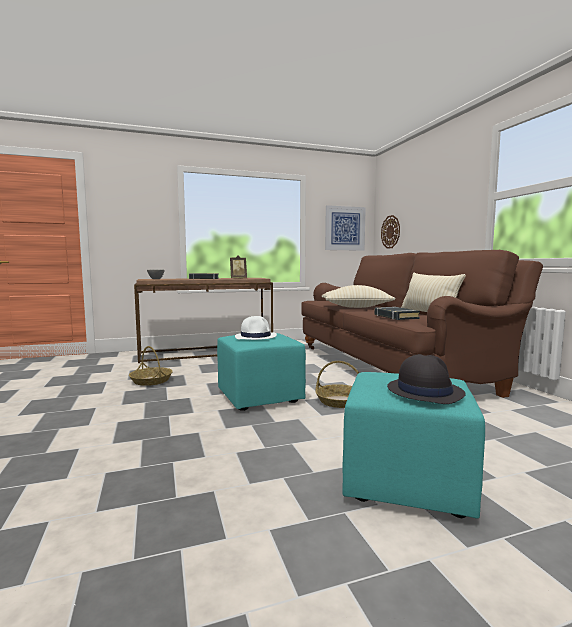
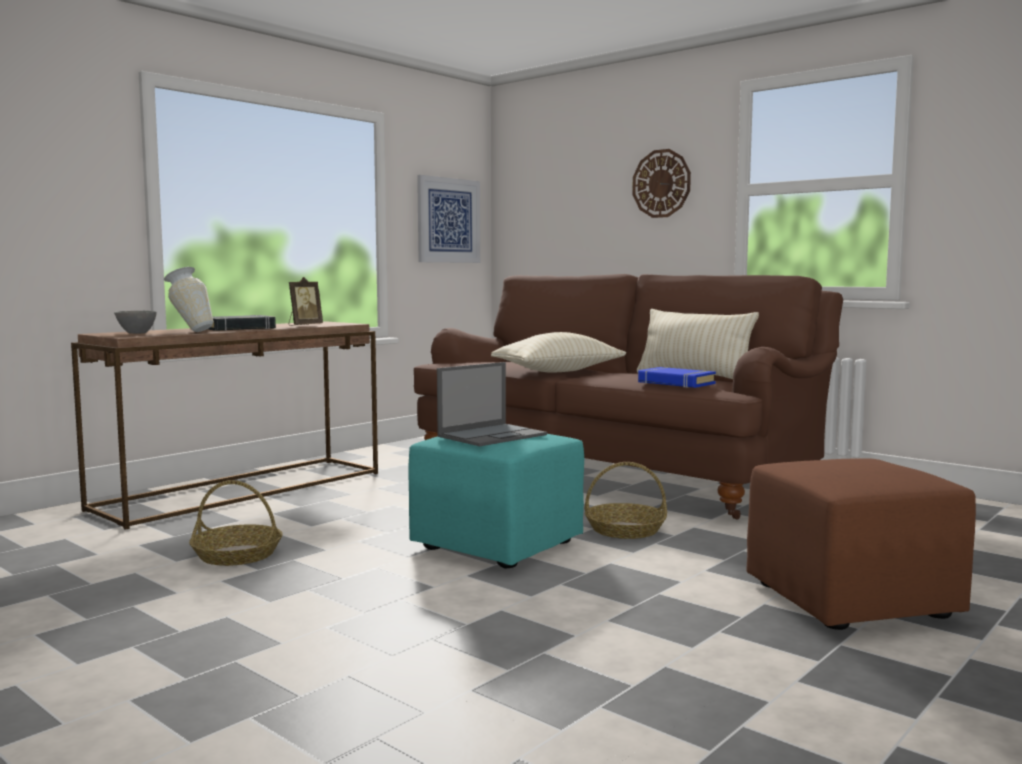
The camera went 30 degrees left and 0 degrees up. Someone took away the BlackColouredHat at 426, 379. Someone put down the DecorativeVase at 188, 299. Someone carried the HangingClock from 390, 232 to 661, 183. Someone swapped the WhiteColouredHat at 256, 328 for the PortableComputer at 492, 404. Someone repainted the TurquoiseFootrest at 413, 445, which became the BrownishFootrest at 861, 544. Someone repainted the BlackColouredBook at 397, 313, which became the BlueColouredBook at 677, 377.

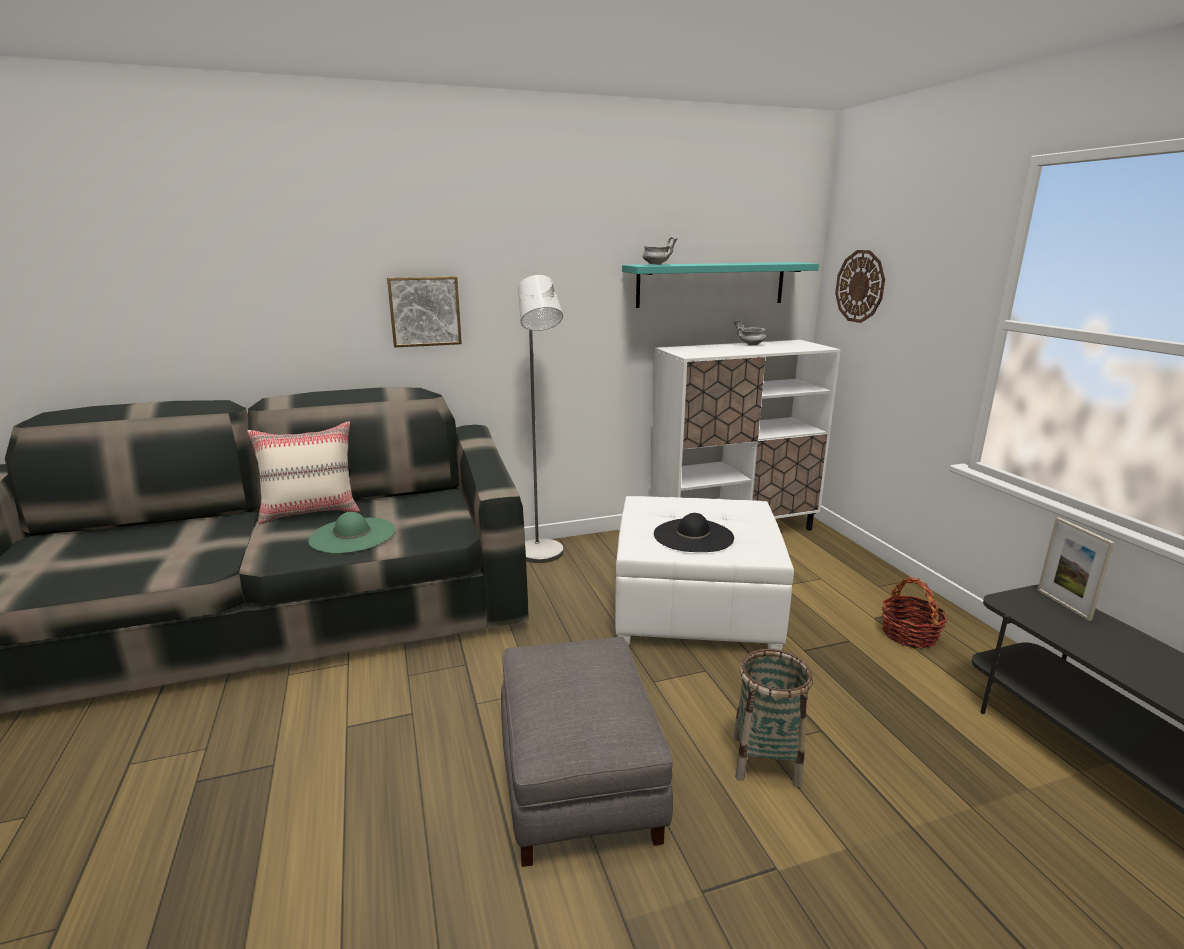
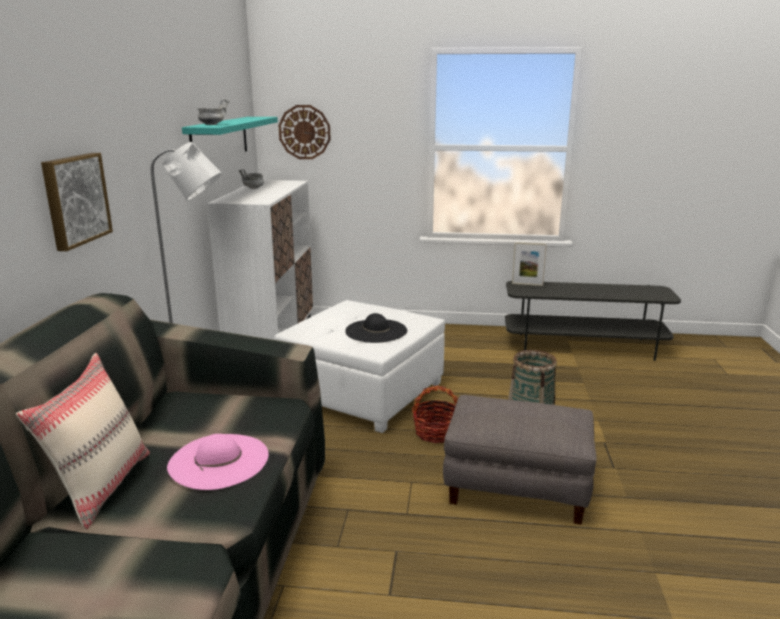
The camera went 65 degrees left and 0 degrees up. Someone carried the StorageBasket from 914, 613 to 435, 414. Someone repainted the GreenishHat at 352, 532, which became the PinkColouredHat at 218, 462.

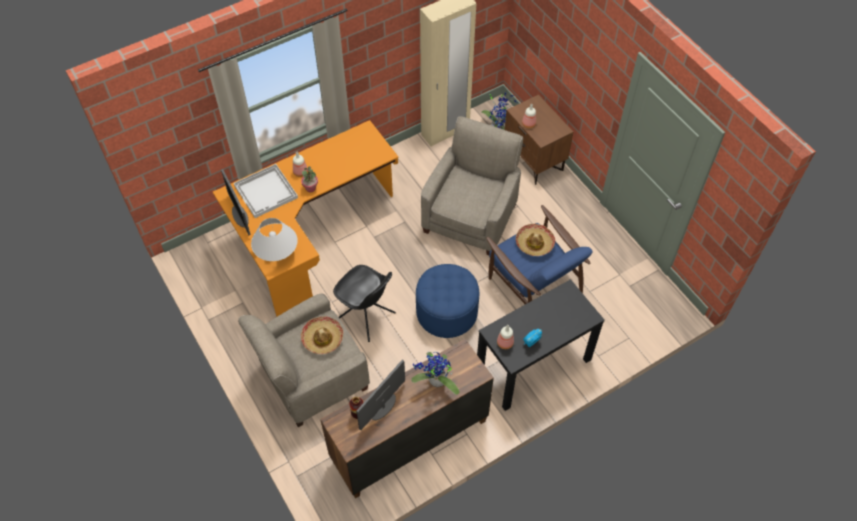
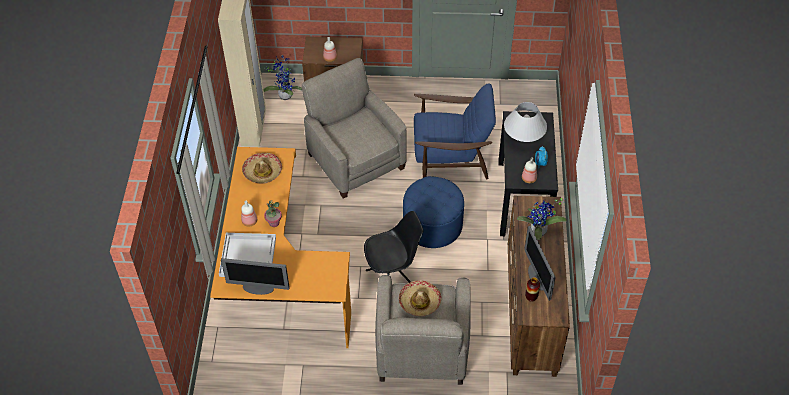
The camera went 55 degrees left and 5 degrees down. Someone carried the WhiteColouredLampForATable from 274, 239 to 525, 122. Someone carried the Hat from 535, 240 to 262, 168.

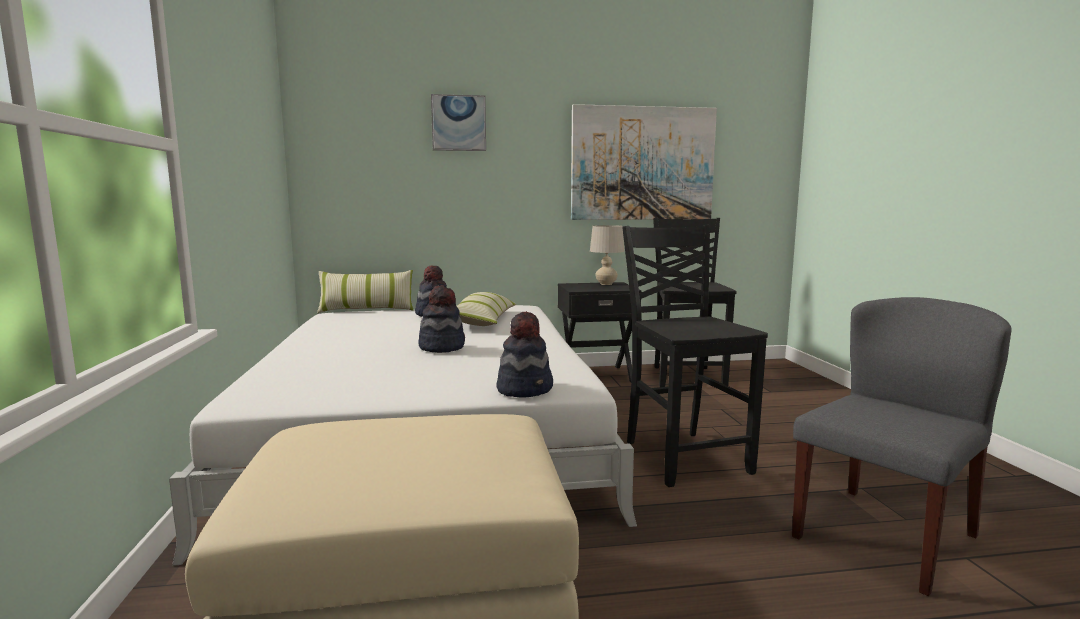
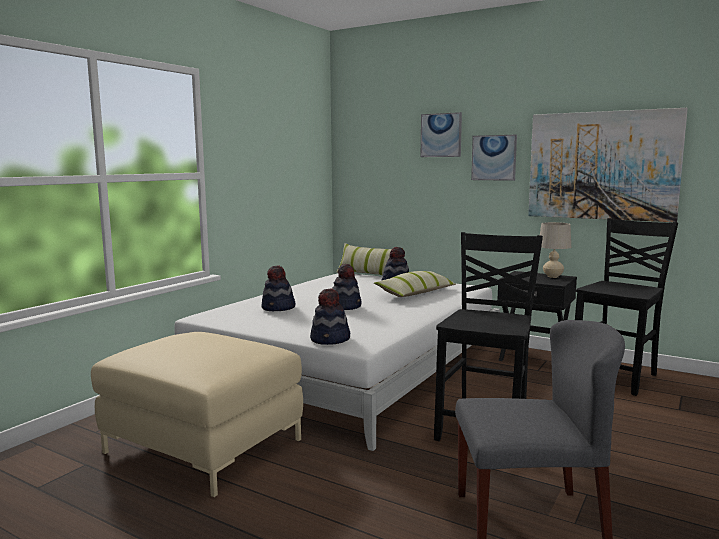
The camera went 40 degrees right and 0 degrees up. Someone put down the Hat at 278, 288. Someone put up the WallPicture at 494, 158.

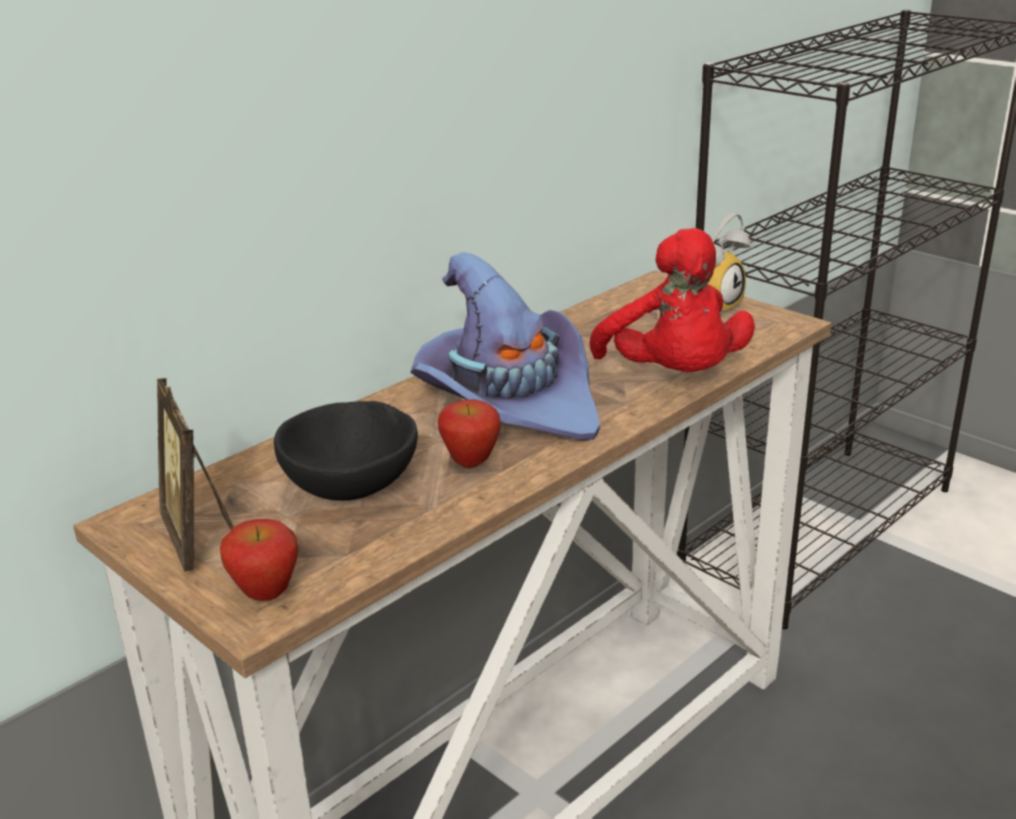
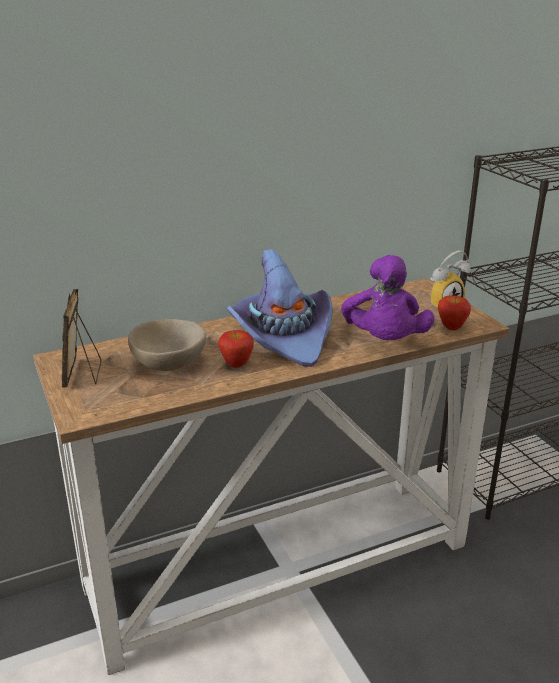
The camera went 20 degrees right and 0 degrees up. Someone carried the AppleFruit from 259, 560 to 454, 312. Someone repainted the BlackColouredDeepDish at 346, 451, which became the BeigeDeepDish at 167, 345. Someone repainted the ReddishCuddlyToy at 672, 300, which became the PurplishCuddlyToy at 388, 297.

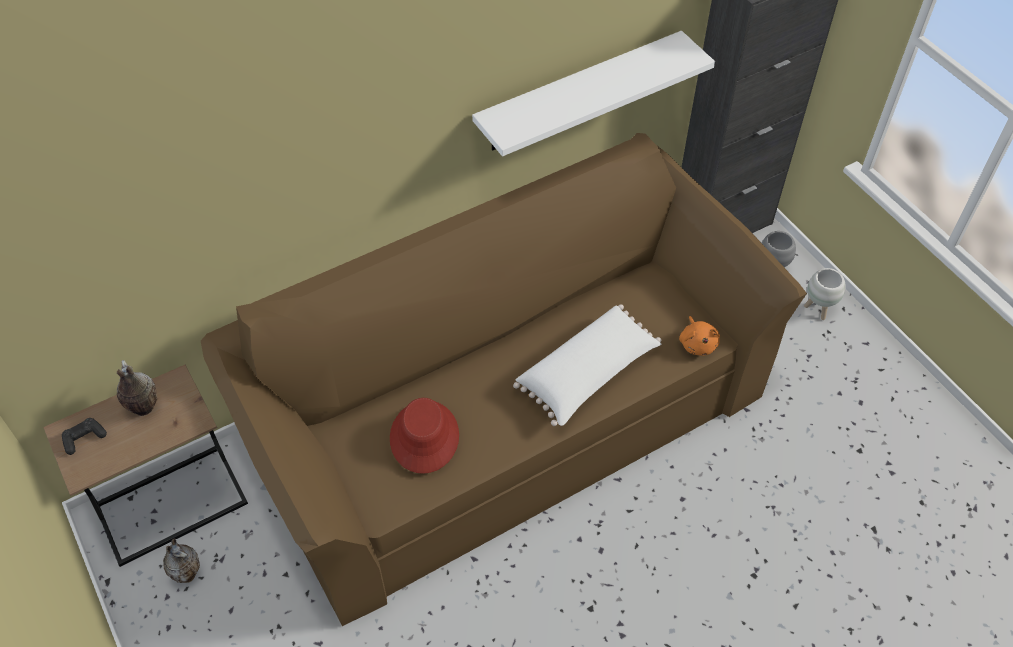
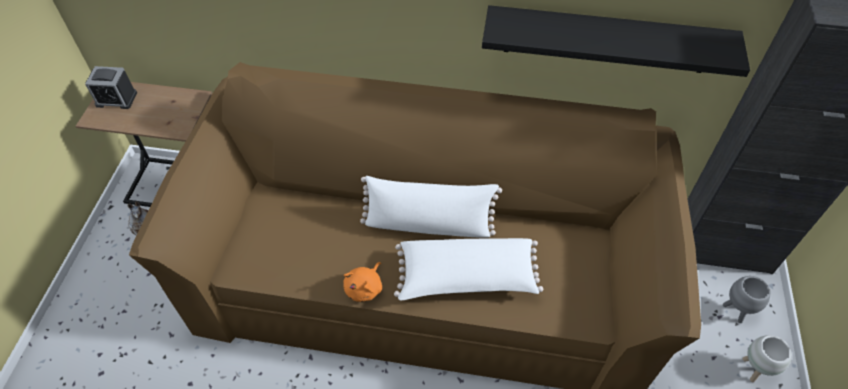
The camera went 40 degrees right and 0 degrees up. Someone took away the DecorativeVase at 137, 388. Someone took away the ReddishHat at 424, 436. Someone put down the WhiteColouredCushion at 431, 207. Someone carried the OrangeyCuddlyToy from 699, 335 to 362, 282. Someone swapped the BlackColouredGameController at 84, 436 for the TableClock at 111, 87. Someone repainted the WhiteColouredShelf at 593, 93, which became the BlackColouredShelf at 616, 41.

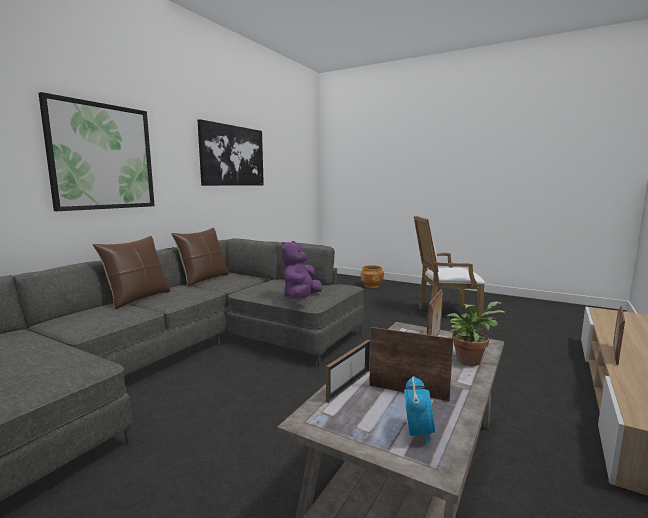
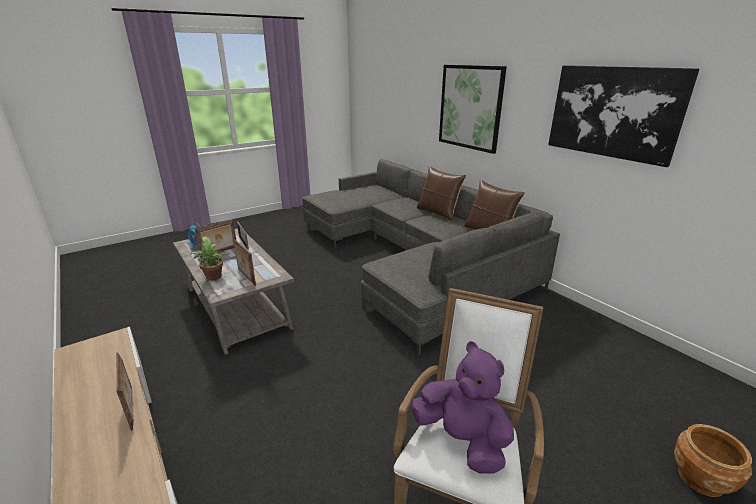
The camera went 115 degrees right and 15 degrees up. Someone carried the PurplishCuddlyToy from 301, 270 to 462, 407.

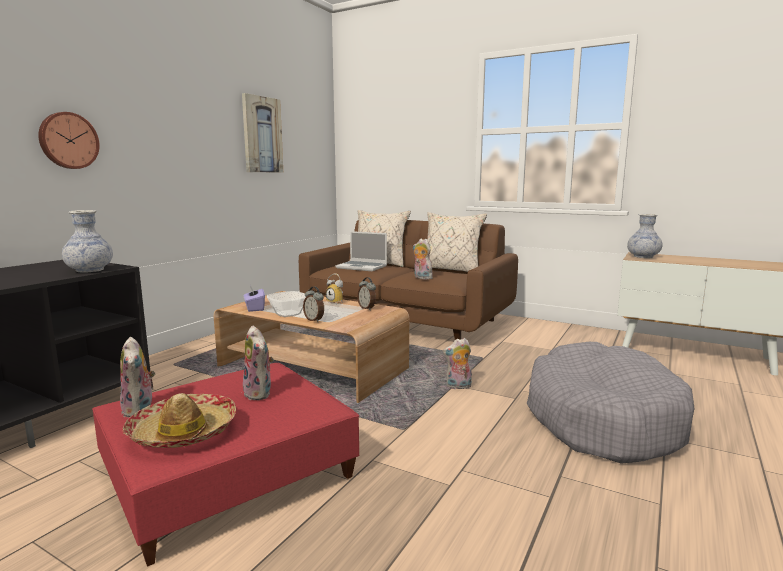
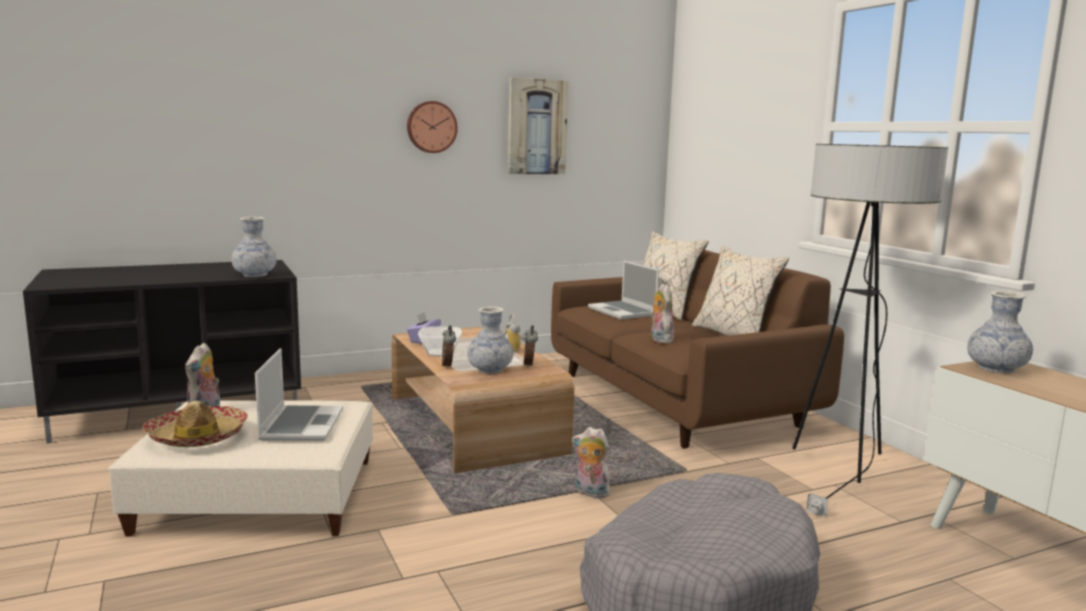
The camera went 35 degrees right and 0 degrees up. Someone put down the DecorativeVase at 490, 340. Someone put down the StandingLamp at 870, 330. Someone carried the HangingClock from 69, 140 to 432, 127. Someone swapped the CuddlyToy at 258, 362 for the PortableComputer at 299, 394. Someone repainted the ReddishFootrest at 225, 465, which became the BeigeFootrest at 241, 468.

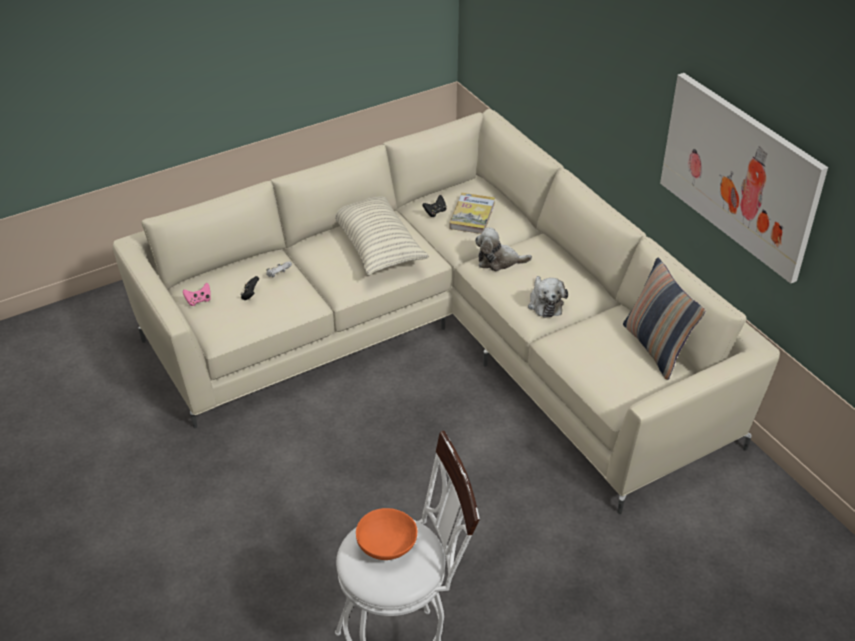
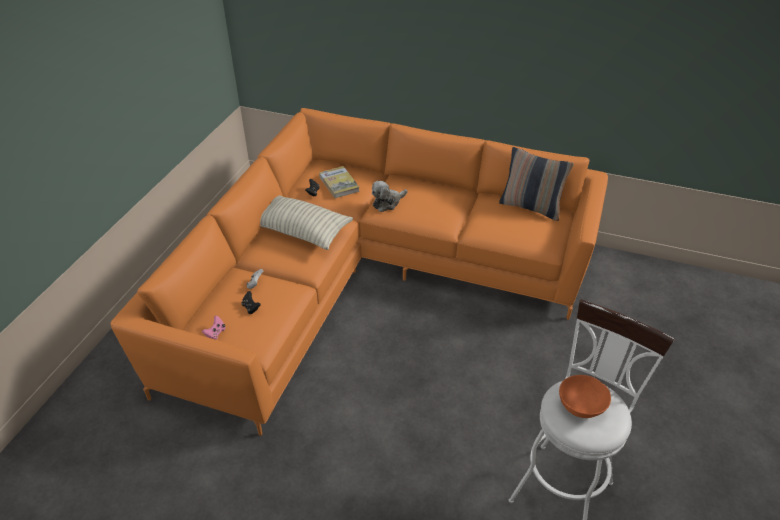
The camera went 40 degrees left and 0 degrees up. Someone took away the CuddlyToy at 548, 297. Someone took away the WallPicture at 744, 178. Someone repainted the BeigeCouch at 446, 311, which became the OrangeyCouch at 359, 272.

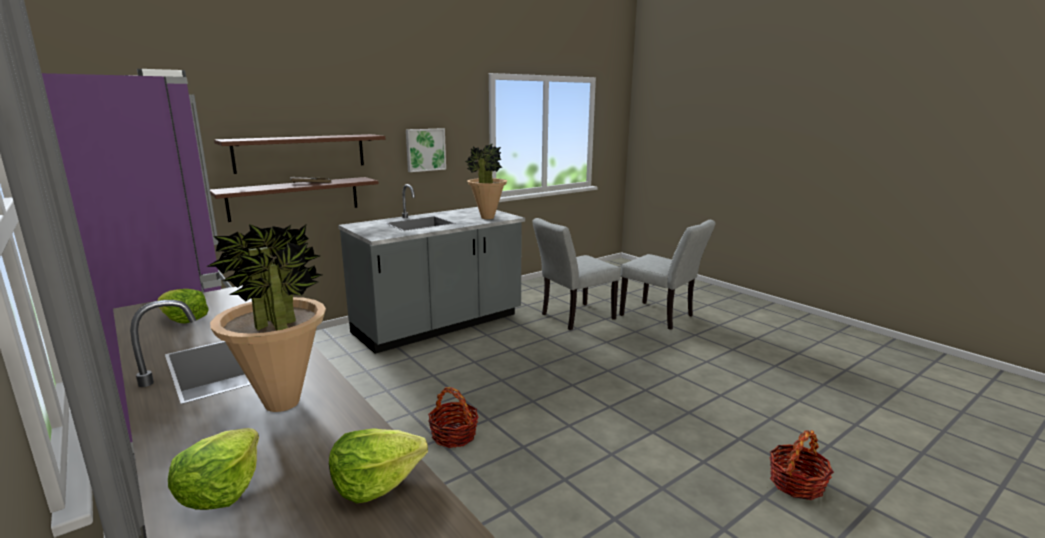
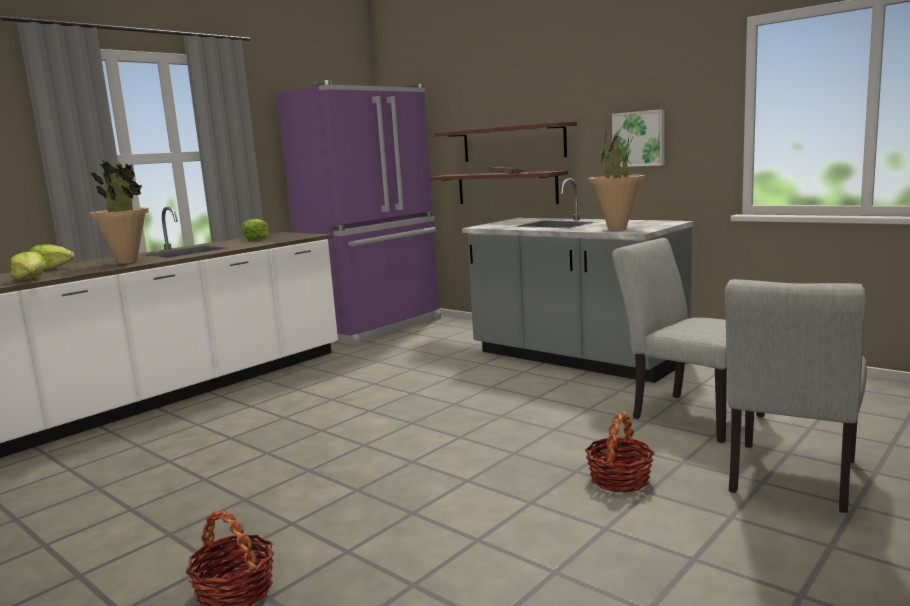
The camera went 80 degrees right and 5 degrees down. Someone carried the StorageBasket from 453, 417 to 620, 452.

